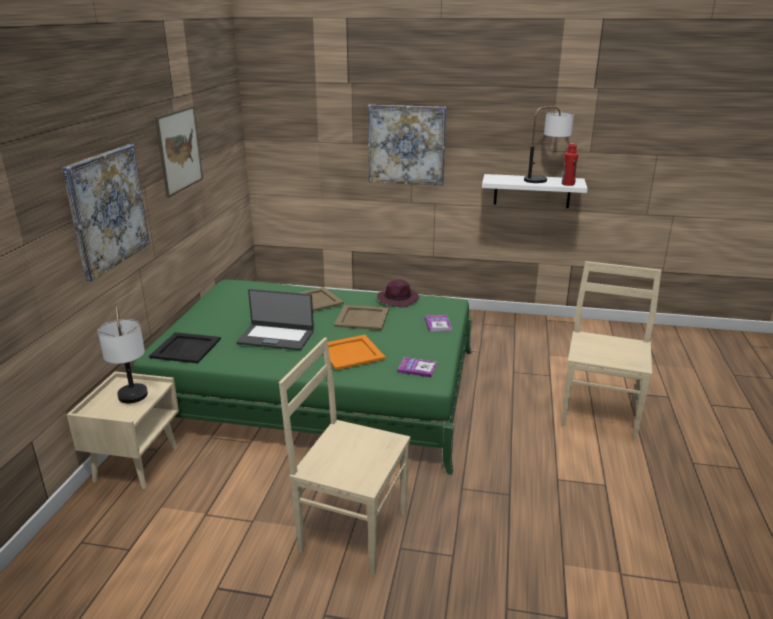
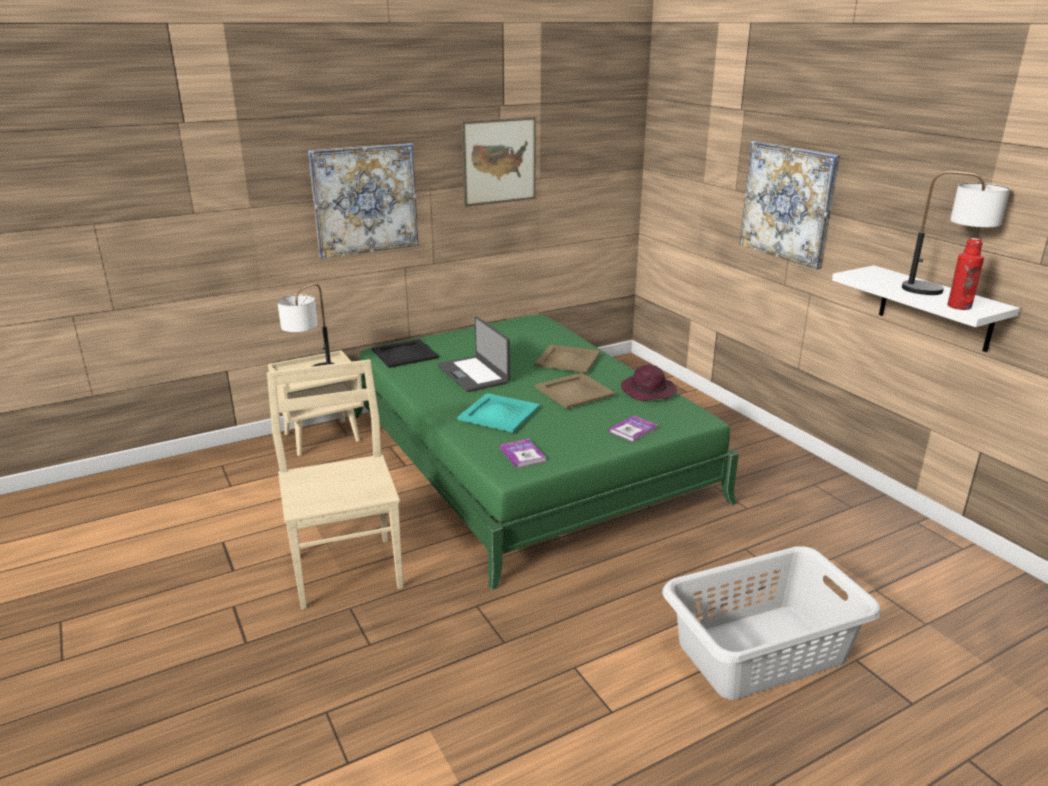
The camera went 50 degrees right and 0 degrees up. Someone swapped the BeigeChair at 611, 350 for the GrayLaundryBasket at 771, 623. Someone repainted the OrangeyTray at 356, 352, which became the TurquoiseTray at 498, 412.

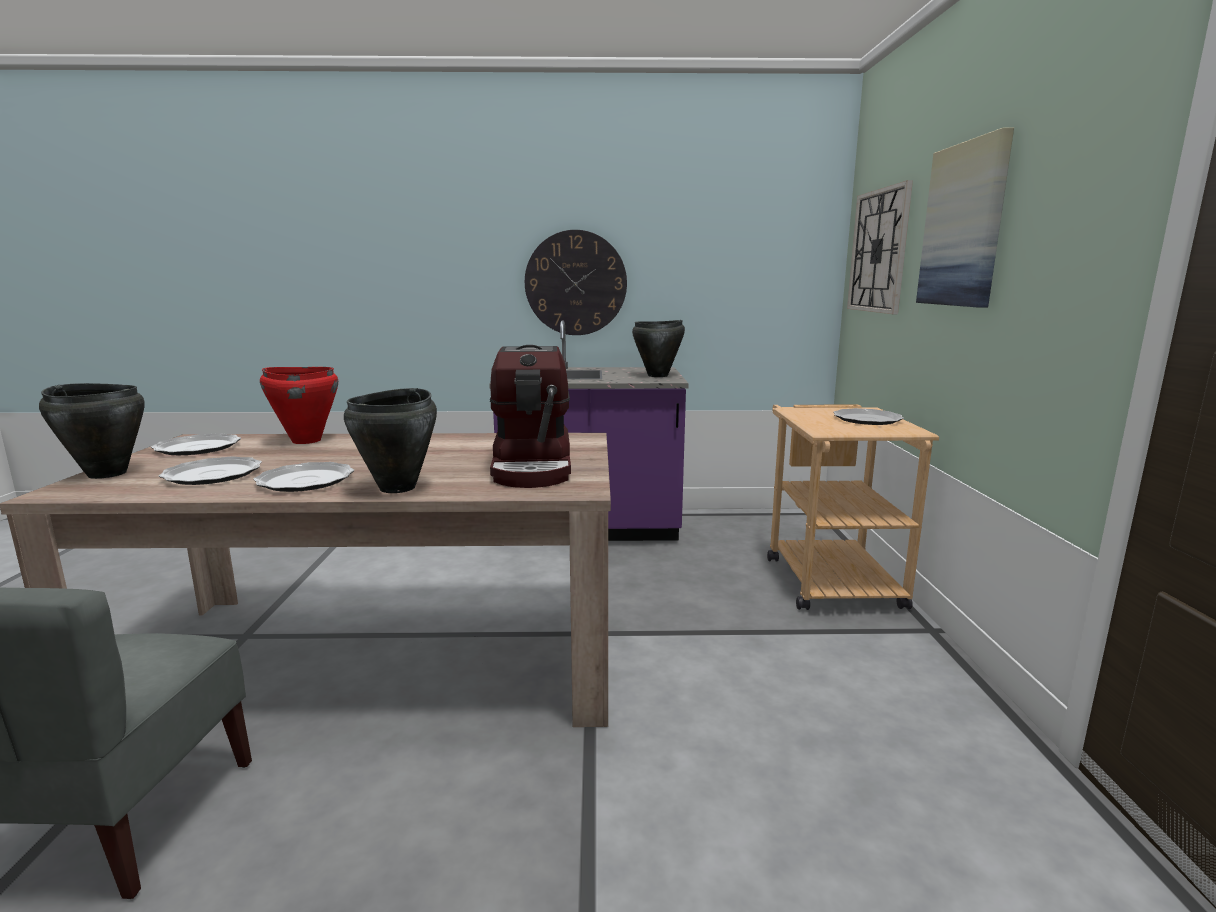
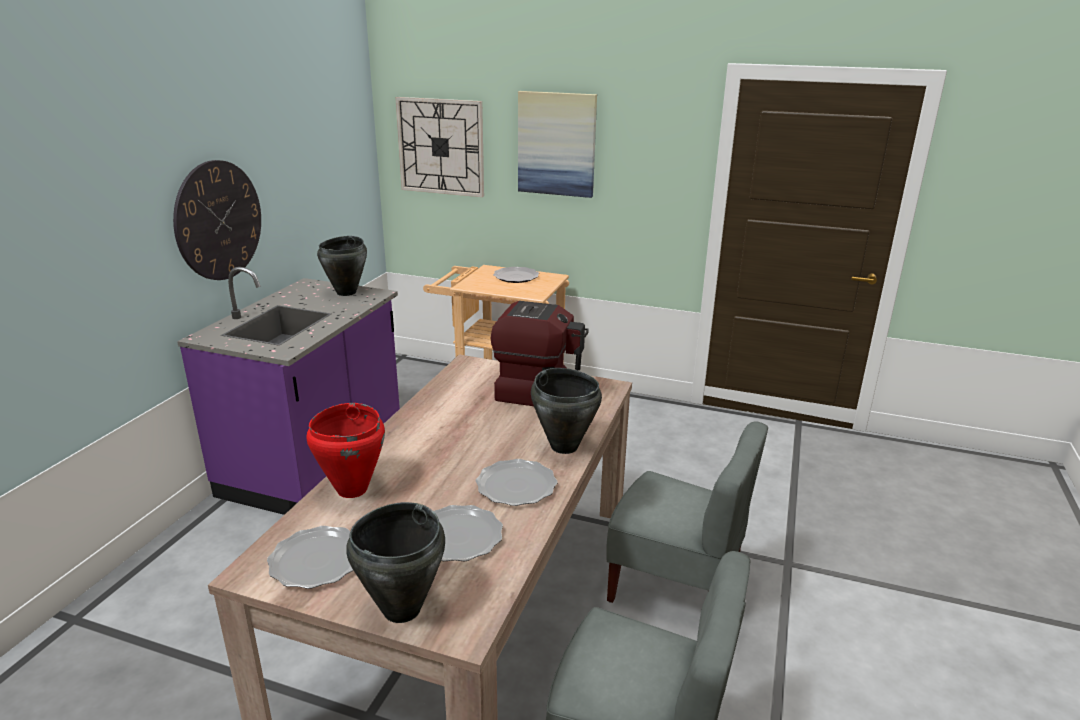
The camera went 70 degrees left and 10 degrees up. Someone put down the GrayChair at 687, 512.

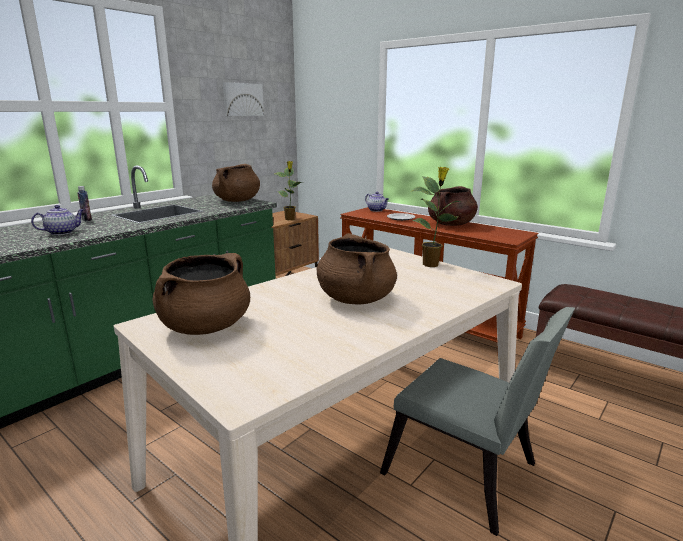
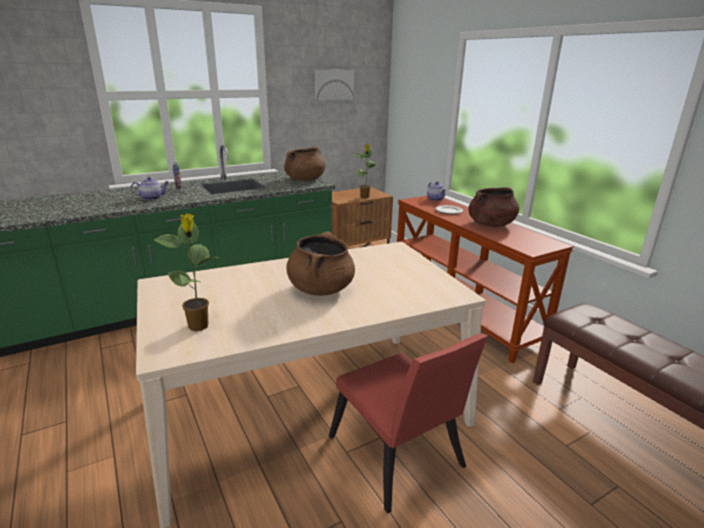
The camera went 20 degrees right and 5 degrees up. Someone took away the BrownishSaucepot at 201, 294. Someone carried the Houseplant from 436, 217 to 187, 272. Someone repainted the GrayChair at 477, 421, which became the ReddishChair at 408, 423.

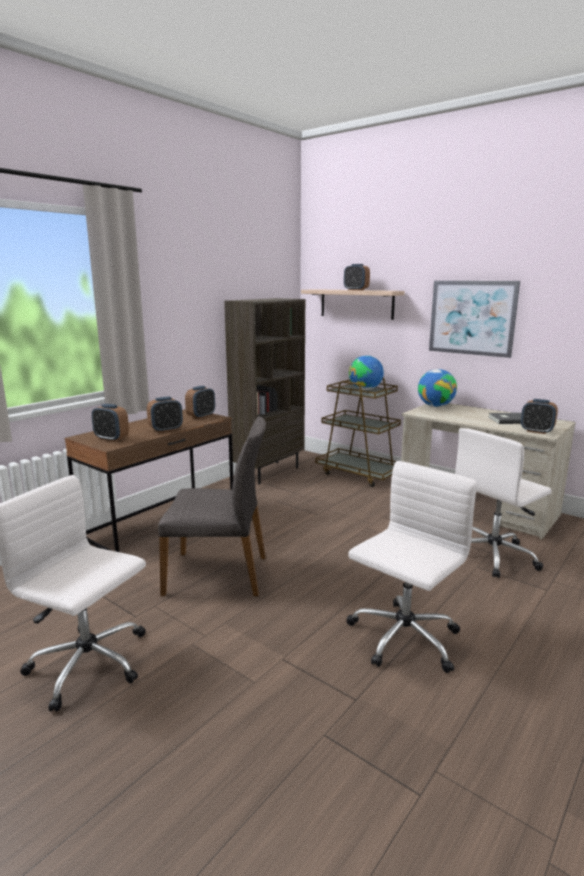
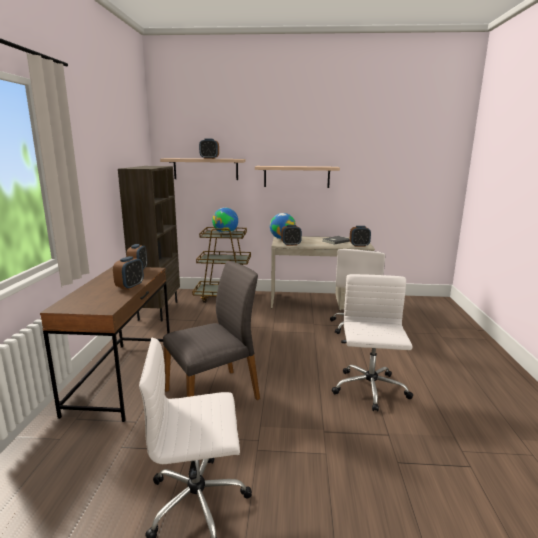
The camera went 35 degrees left and 0 degrees up. Someone carried the TableClock from 110, 423 to 291, 235. Someone swapped the WallPicture at 474, 319 for the Shelf at 297, 177.

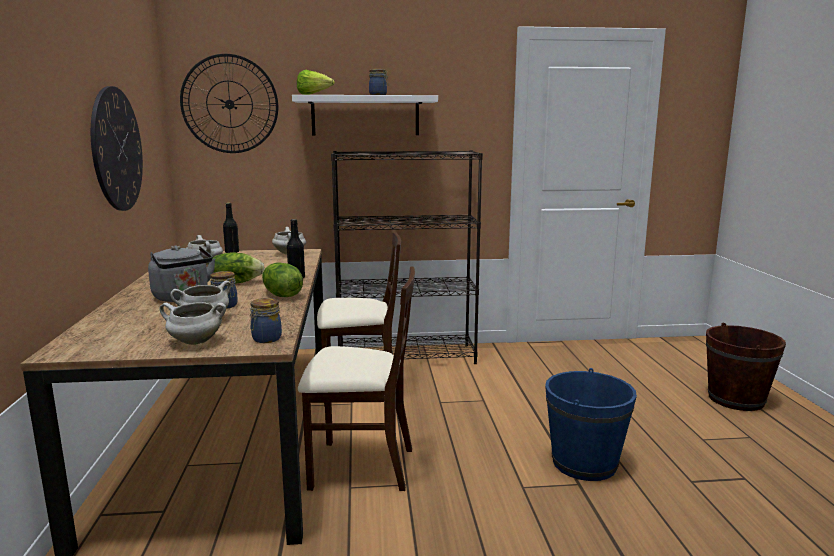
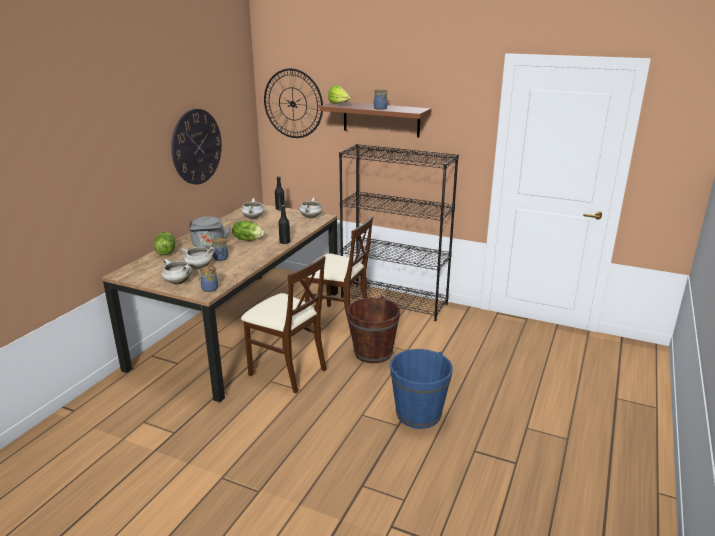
The camera went 30 degrees right and 10 degrees up. Someone carried the HeadOfLettuce from 282, 279 to 164, 243. Someone carried the BrownishPail from 746, 367 to 373, 329. Someone repainted the WhiteColouredShelf at 365, 115, which became the BrownishShelf at 375, 119.

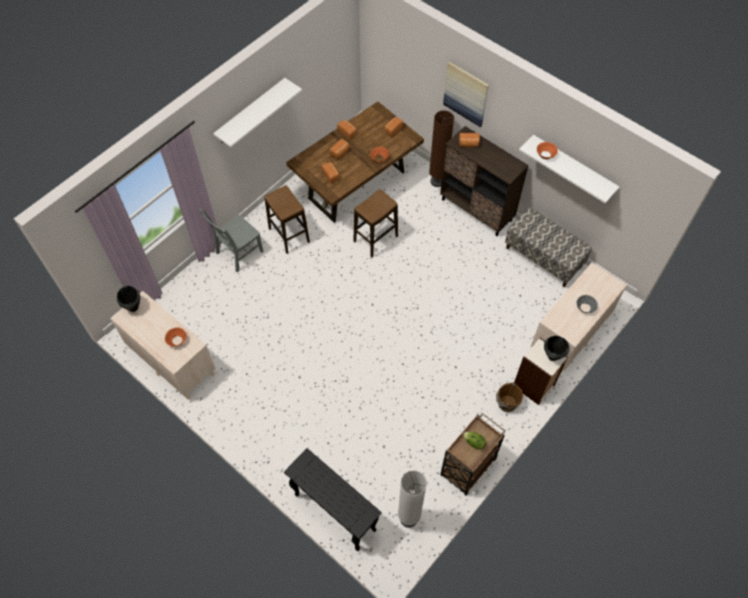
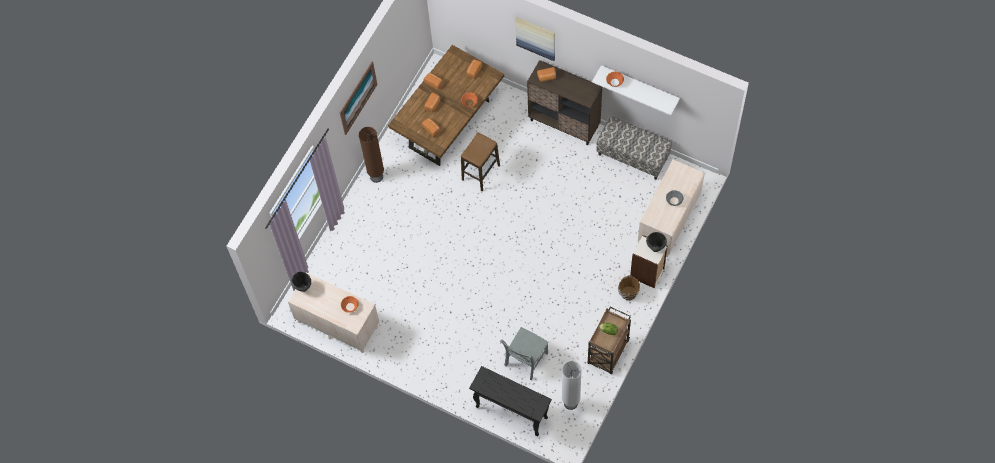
The camera went 10 degrees left and 5 degrees up. Someone took away the StoolSeat at 287, 219. Someone carried the GrayChair from 231, 240 to 524, 353. Someone carried the BrownishStandingLamp from 441, 148 to 371, 155. Someone swapped the WhiteColouredShelf at 257, 112 for the WallPicture at 358, 98.

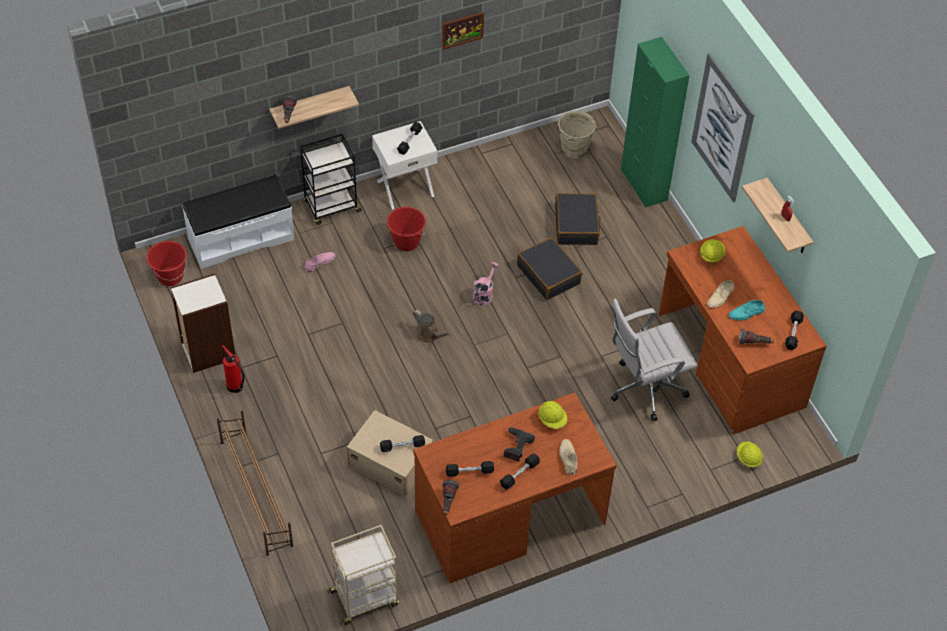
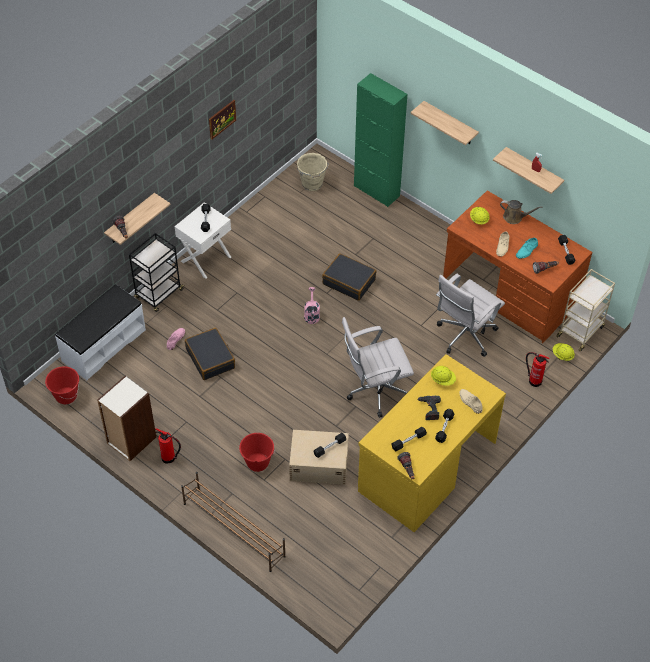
The camera went 25 degrees left and 0 degrees up. Someone put down the WhiteColouredDeskChair at 378, 367. Someone put down the FireFightingCylinder at 538, 369. Someone carried the BeigeWheeledCart from 363, 575 to 585, 310. Someone carried the ReddishPail from 406, 229 to 257, 452. Someone carried the BrownishSprinklingCan from 432, 326 to 521, 212. Someone carried the BlackColouredSuitcase from 578, 219 to 210, 354. Someone swapped the WallPicture at 723, 127 for the Shelf at 445, 123. Someone repainted the BrownishDeskTable at 515, 488, which became the YellowDeskTable at 432, 443.

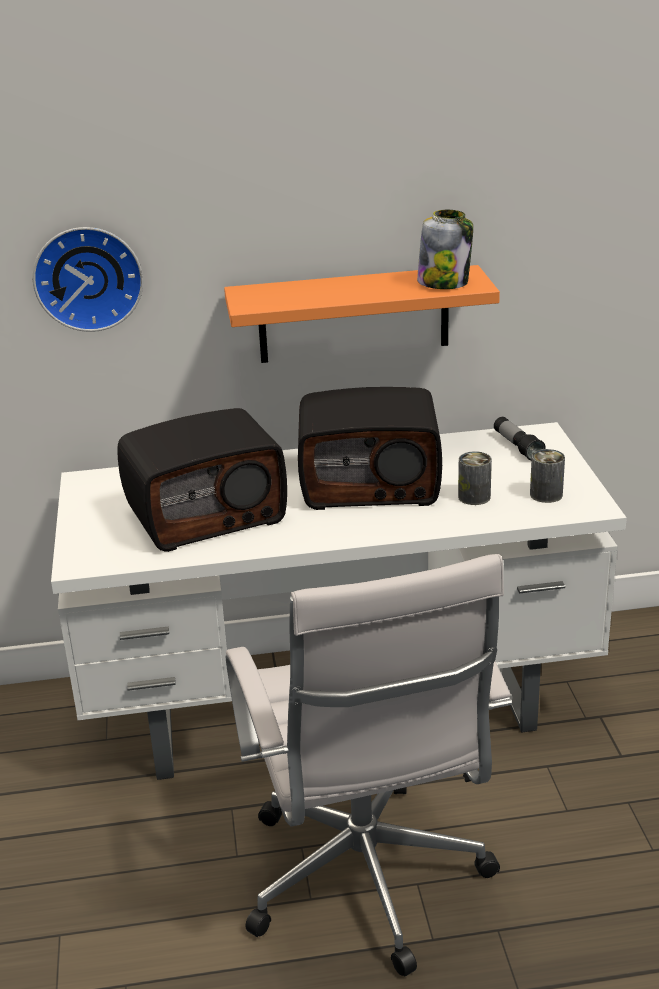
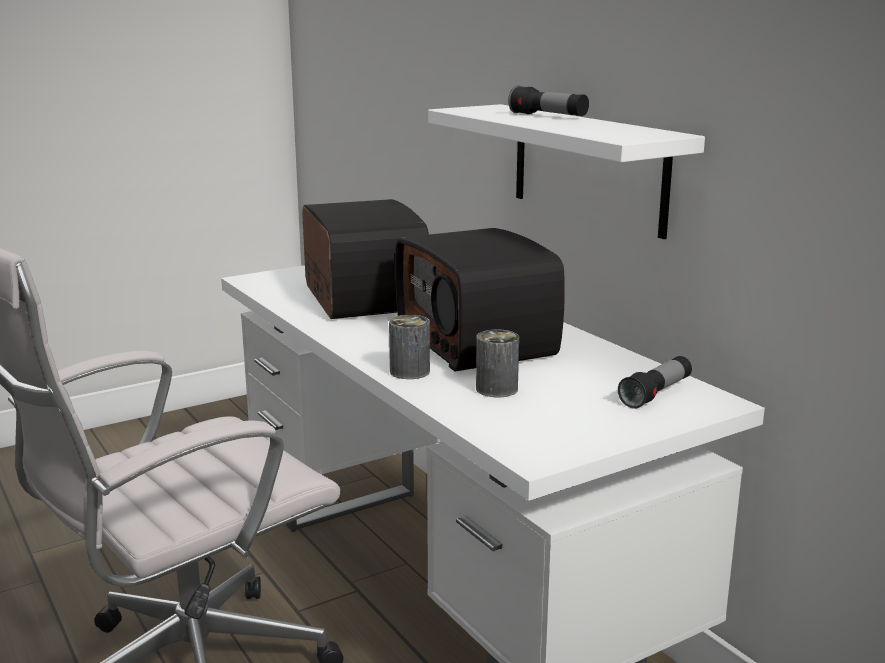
The camera went 65 degrees right and 10 degrees down. Someone took away the HangingClock at 88, 279. Someone took away the PreserveJar at 445, 249. Someone put down the HandTorch at 548, 101. Someone carried the MetalCan from 547, 476 to 409, 347. Someone repainted the OrangeyShelf at 362, 314, which became the WhiteColouredShelf at 566, 171. Someone rotated the Radio at 202, 480 by 150 degrees counterclockwise.

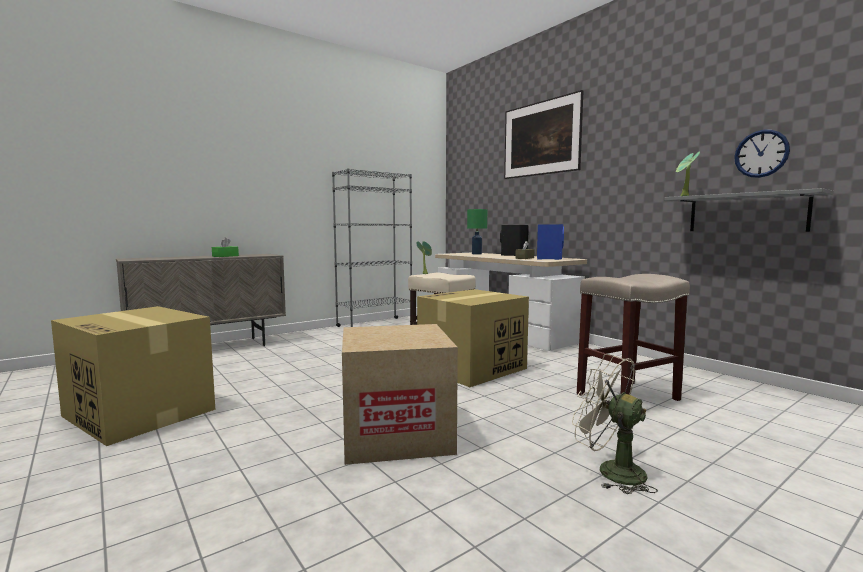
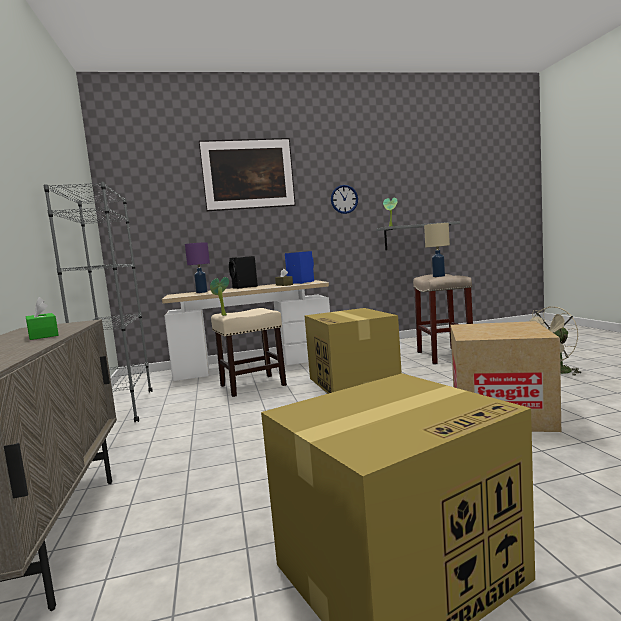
The camera went 65 degrees left and 0 degrees up. Someone put down the BeigeLampForATable at 437, 250. Someone carried the HangingClock from 762, 154 to 344, 199. Someone repainted the GreenishLampForATable at 477, 231, which became the PurplishLampForATable at 197, 267.

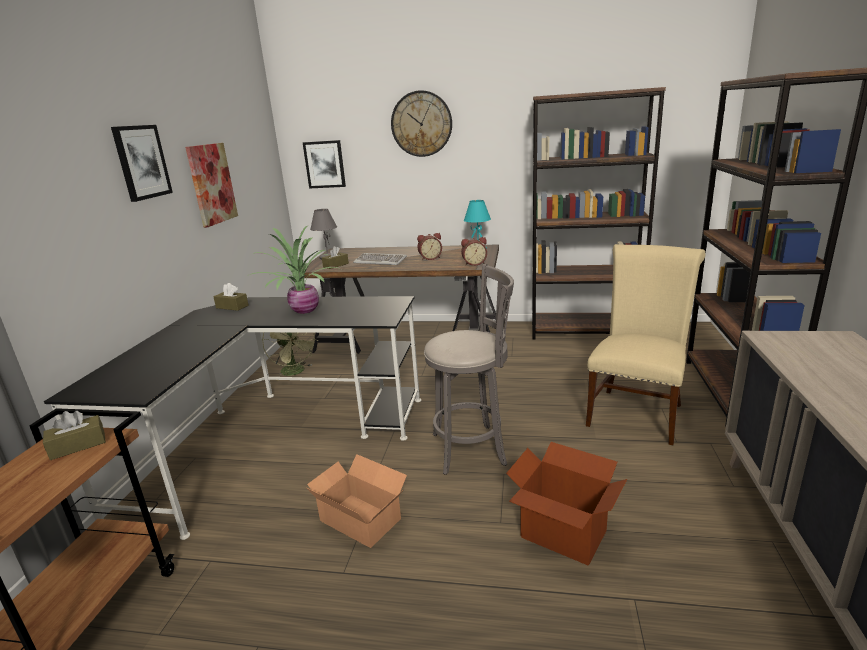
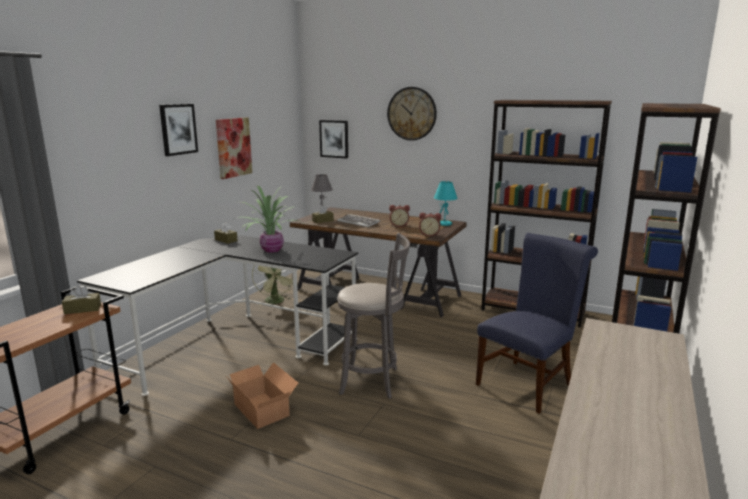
The camera went 15 degrees right and 5 degrees down. Someone took away the Carton at 566, 504. Someone repainted the BeigeChair at 646, 344, which became the BlueColouredChair at 537, 323.

